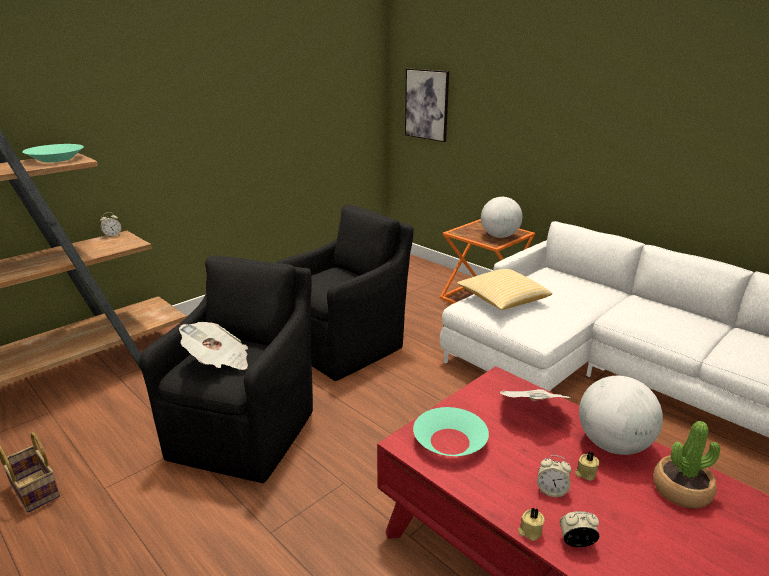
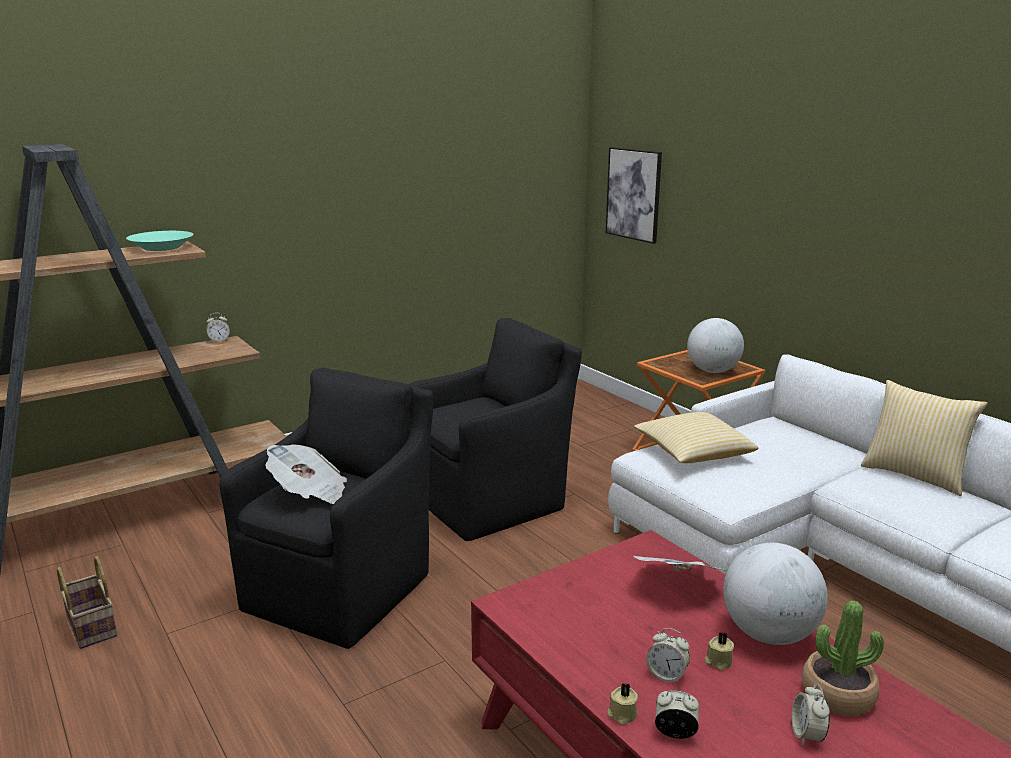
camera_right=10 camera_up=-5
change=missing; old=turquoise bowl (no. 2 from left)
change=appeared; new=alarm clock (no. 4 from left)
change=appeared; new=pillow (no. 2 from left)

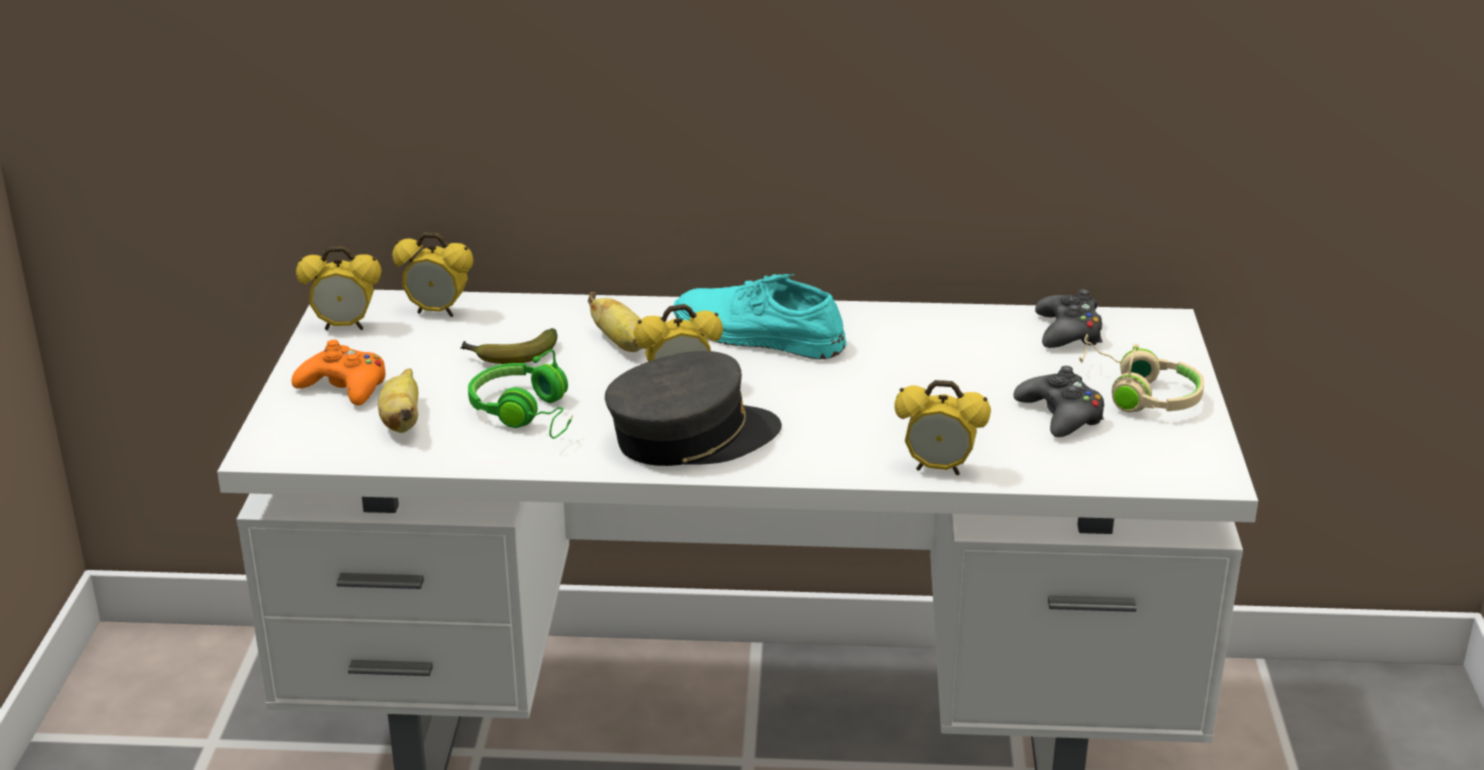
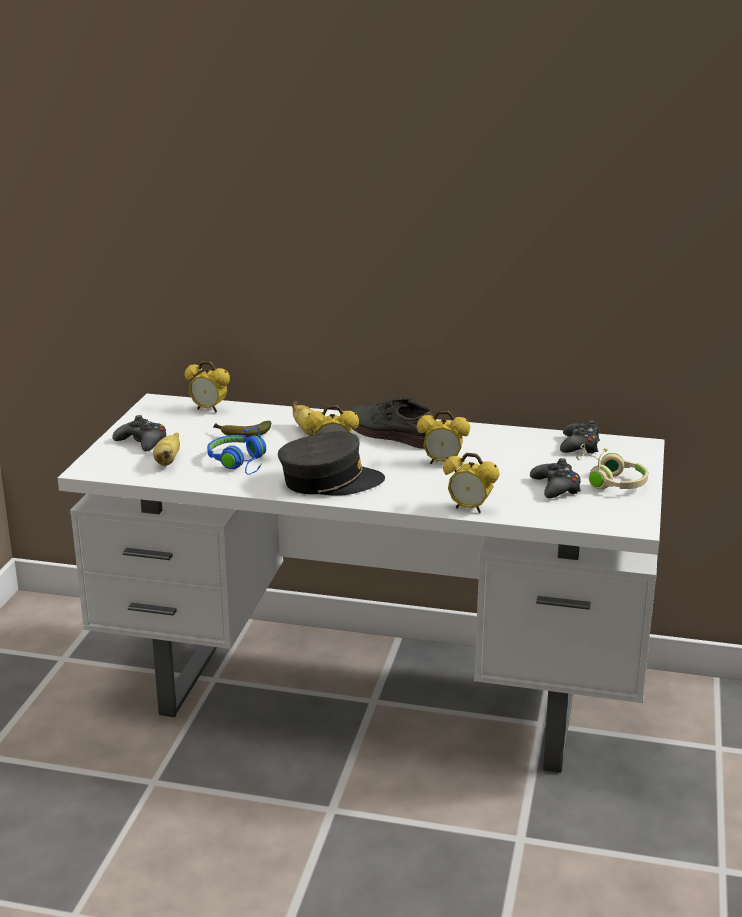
camera_right=10 camera_up=-5
change=colour; old=orange game controller; new=black game controller (no. 1 from left)
change=relocated; old=alarm clock (no. 1 from left in the first image); new=alarm clock (no. 3 from left)
change=colour; old=green headphones; new=blue headphones
change=colour; old=turquoise shoe; new=grey shoe

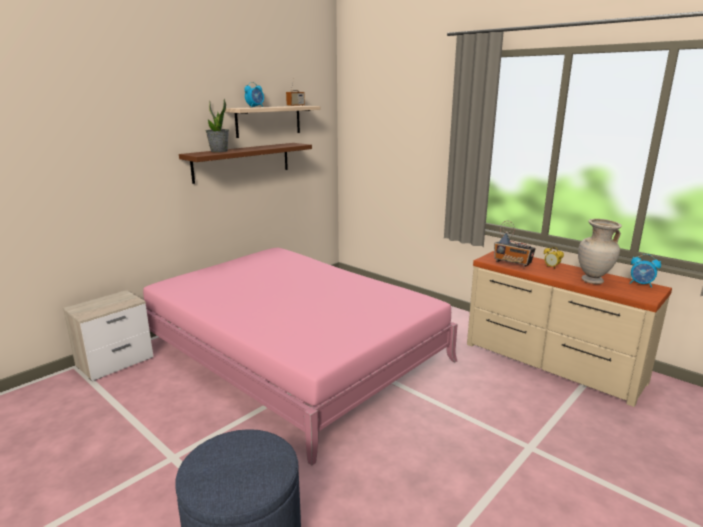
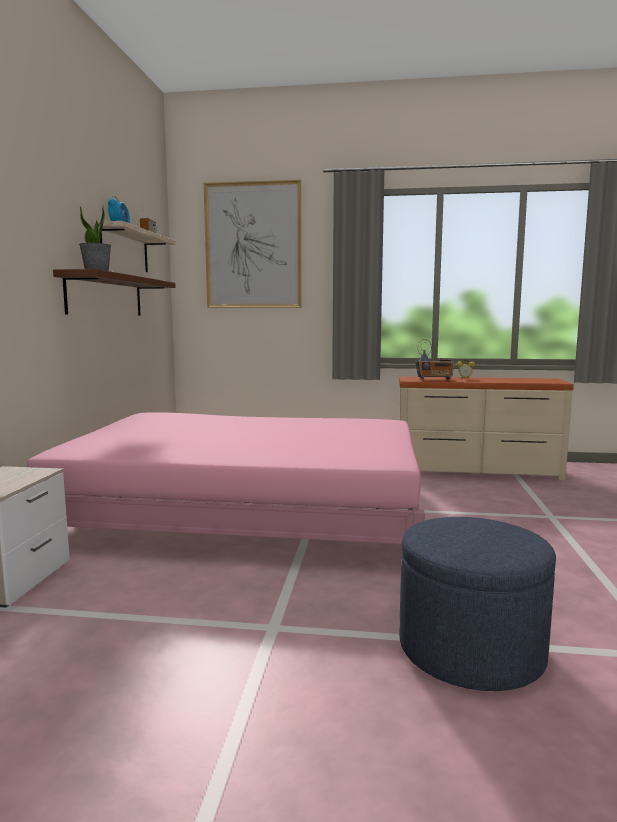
camera_right=-35 camera_up=-10
change=missing; old=beige vase
change=missing; old=alarm clock (no. 3 from left)
change=appeared; new=picture

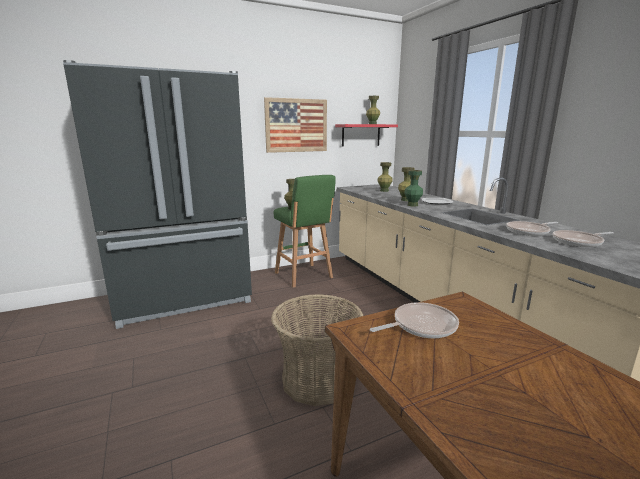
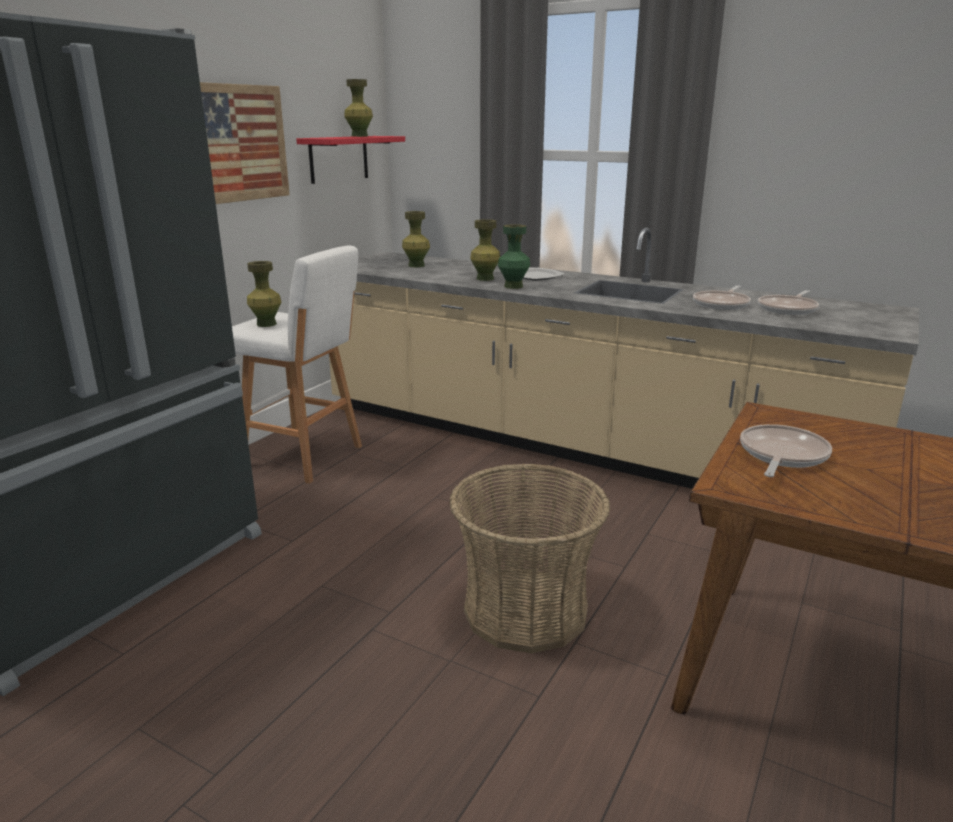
camera_right=-35 camera_up=5
change=colour; old=green stool; new=white stool

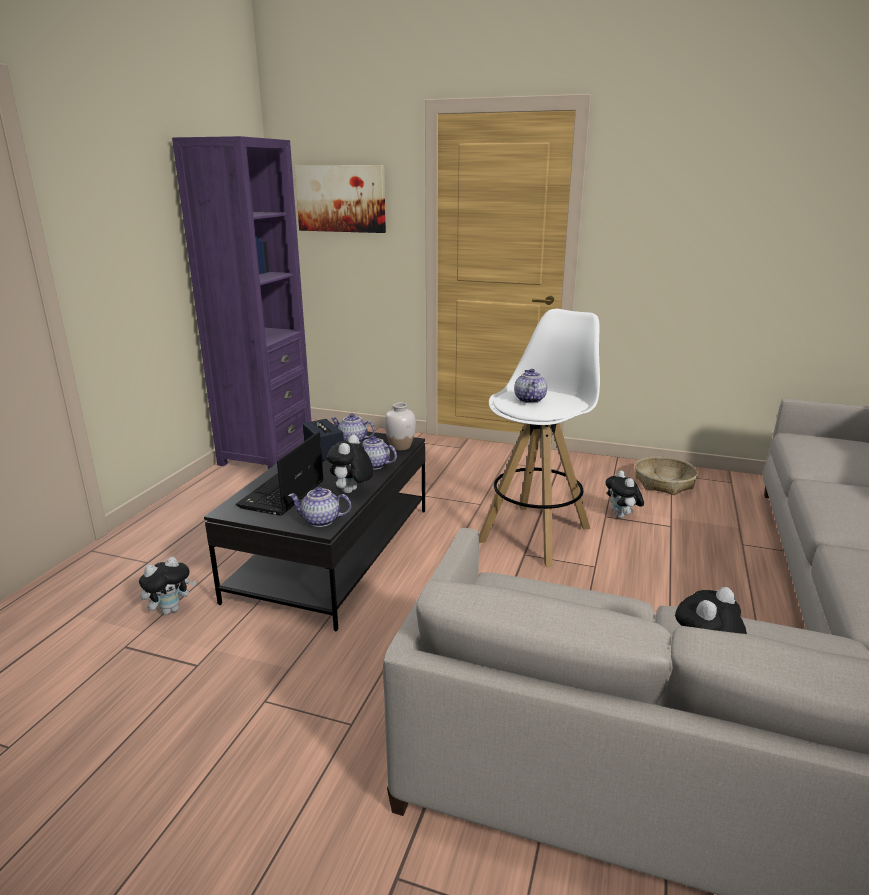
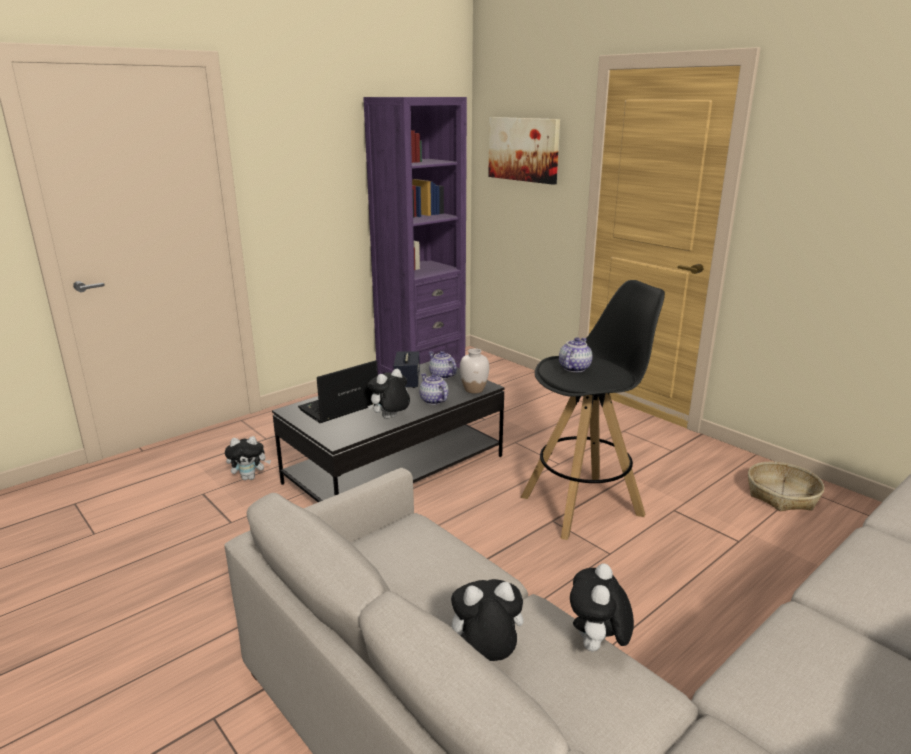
camera_right=30 camera_up=0
change=missing; old=teapot (no. 1 from left)
change=colour; old=white stool; new=black stool
change=relocated; old=plush toy (no. 3 from left in the first image); new=plush toy (no. 4 from left)

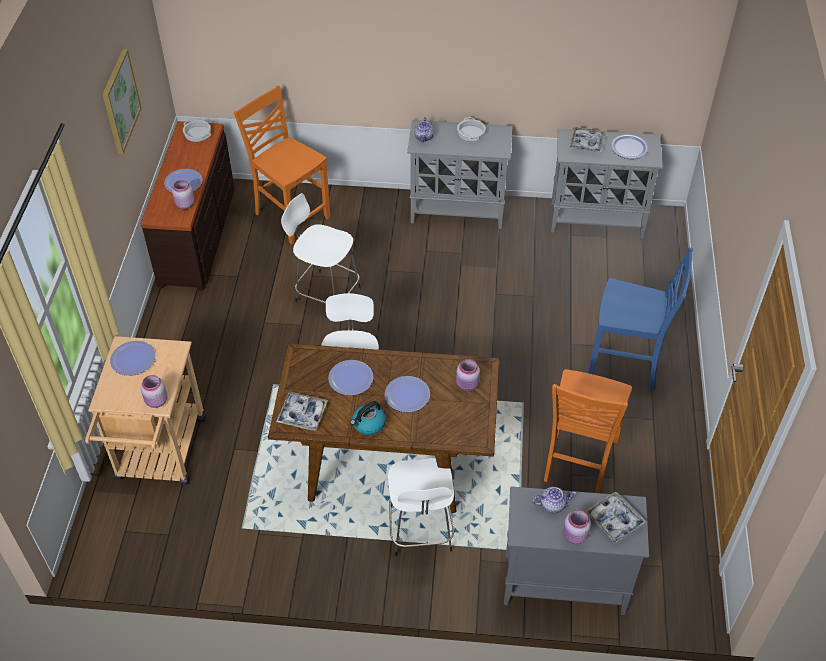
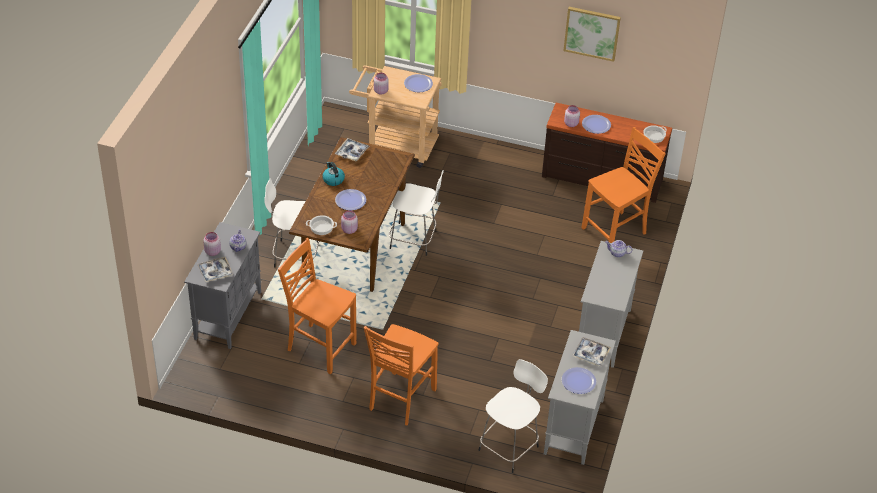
camera_right=100 camera_up=-5
change=relocated; old=white stool (no. 1 from left in the first image); new=white stool (no. 3 from left)
change=missing; old=plate (no. 3 from left)
change=relocated; old=cooking pot (no. 2 from left in the first image); new=cooking pot (no. 1 from left)
change=colour; old=blue chair; new=orange chair (no. 2 from left)

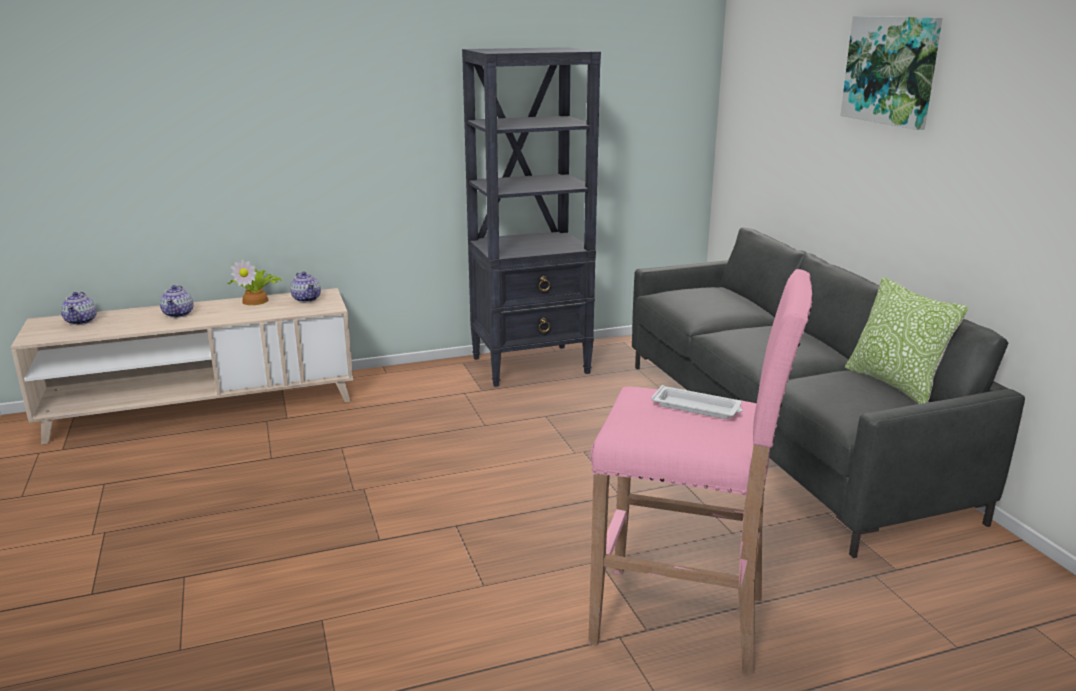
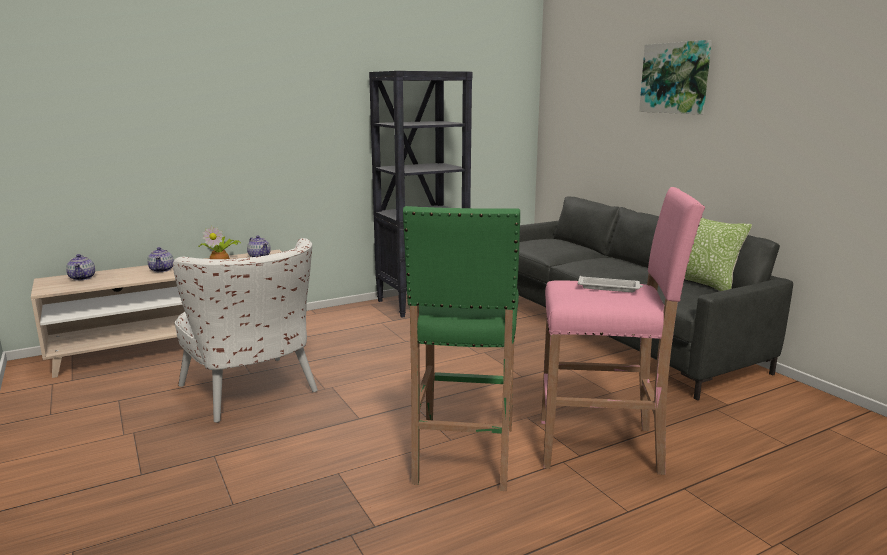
camera_right=-10 camera_up=-5
change=appeared; new=white armchair
change=appeared; new=green stool

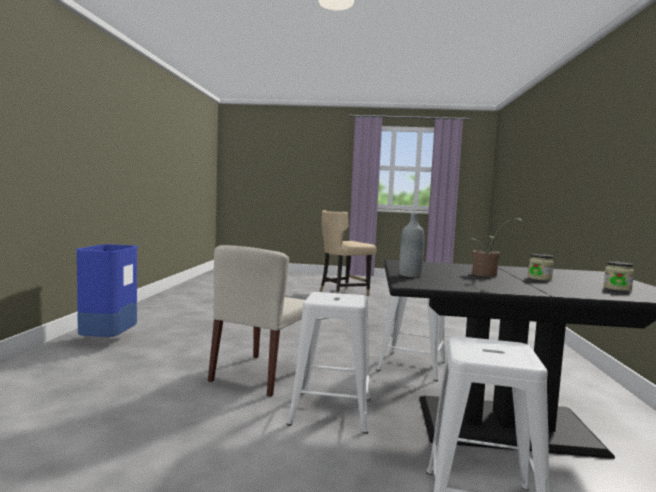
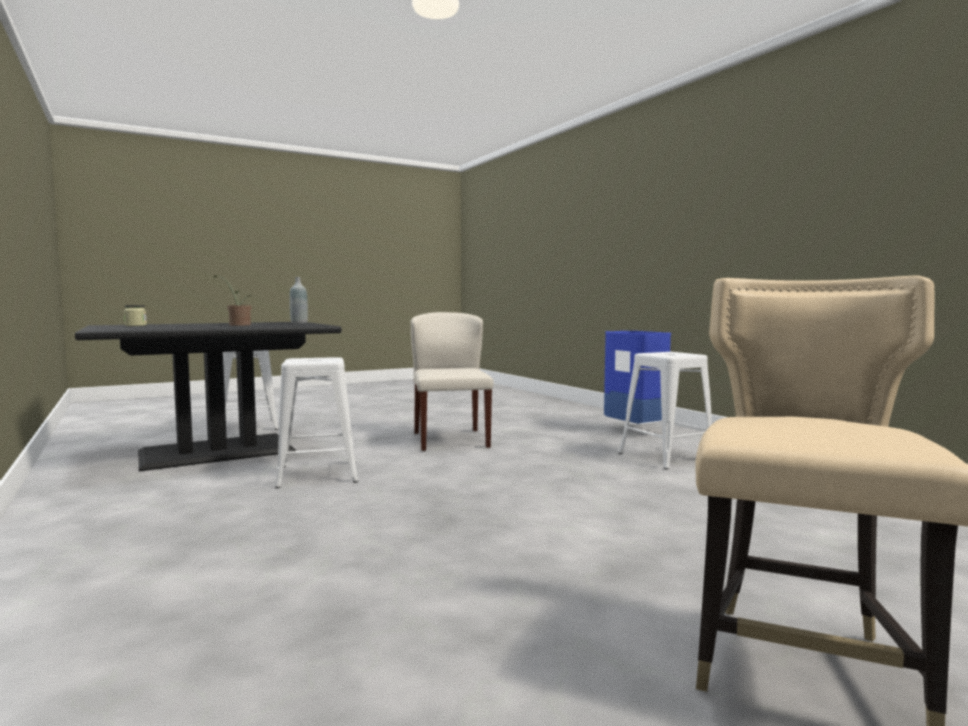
camera_right=145 camera_up=0
change=relocated; old=white stool (no. 1 from left in the first image); new=white stool (no. 3 from left)
change=missing; old=jar (no. 1 from left)

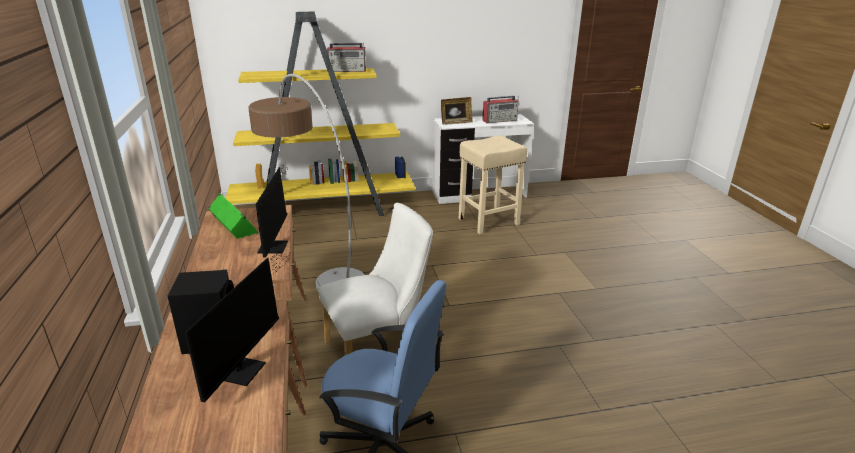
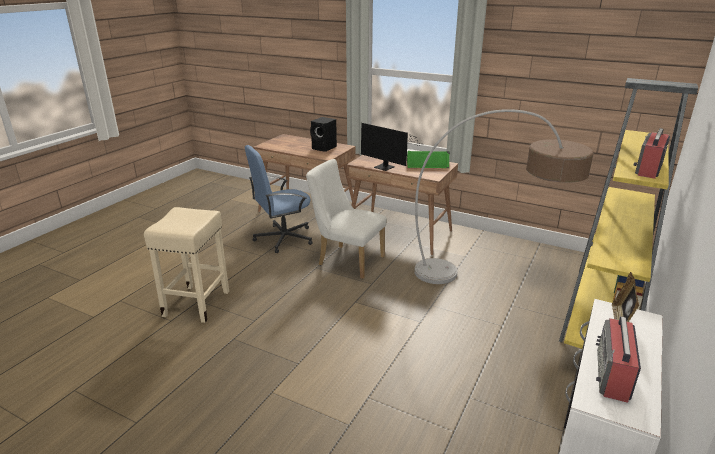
camera_right=130 camera_up=0
change=missing; old=monitor (no. 1 from left)
change=spun; old=white chair; degrees=105
change=relocated; old=beige stool

